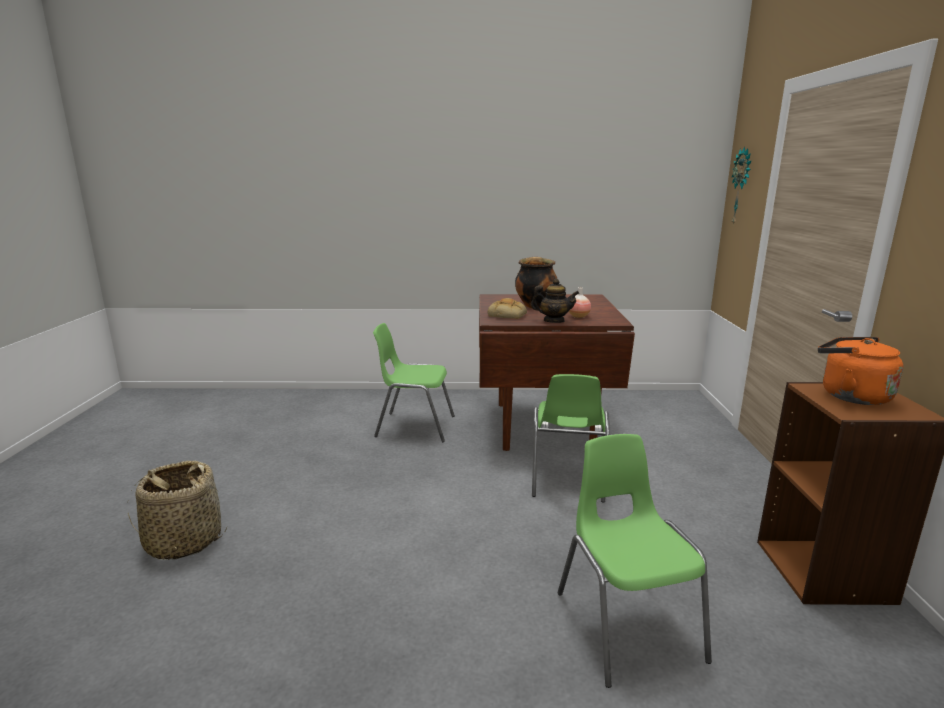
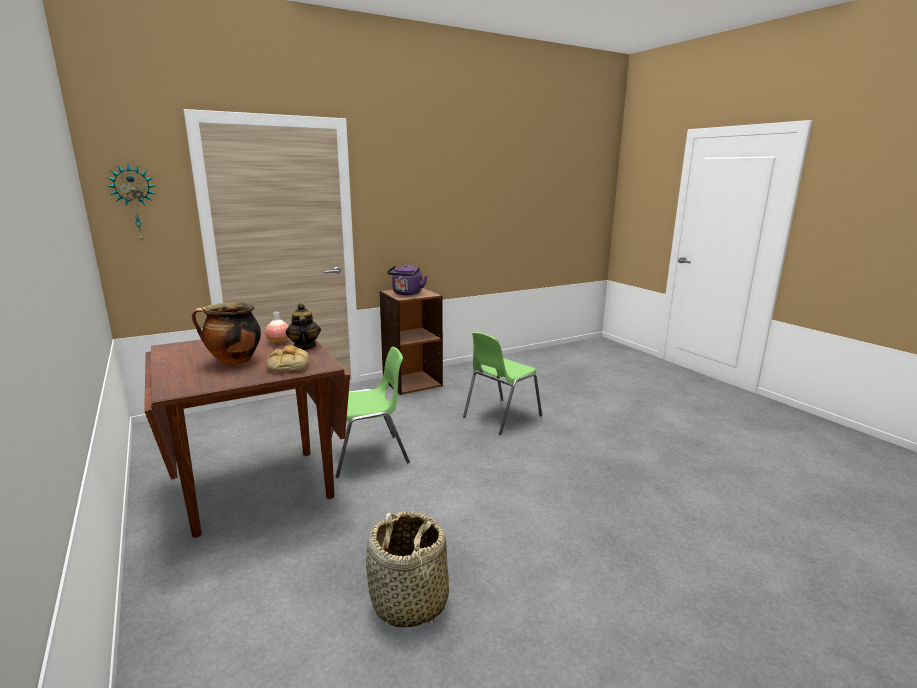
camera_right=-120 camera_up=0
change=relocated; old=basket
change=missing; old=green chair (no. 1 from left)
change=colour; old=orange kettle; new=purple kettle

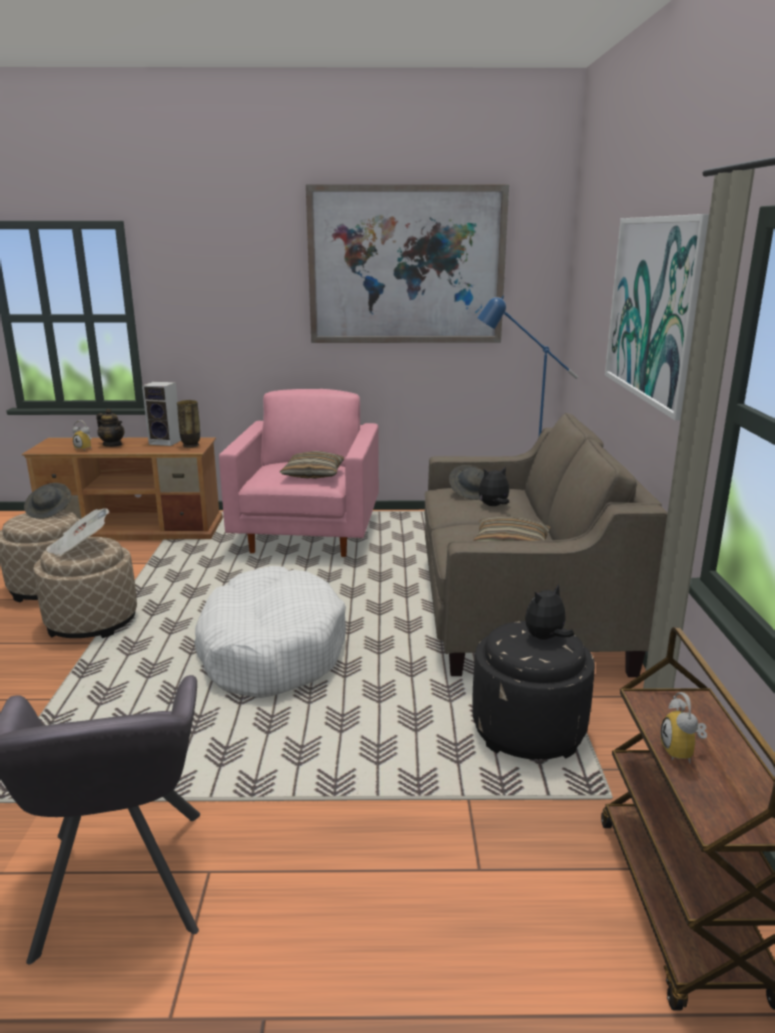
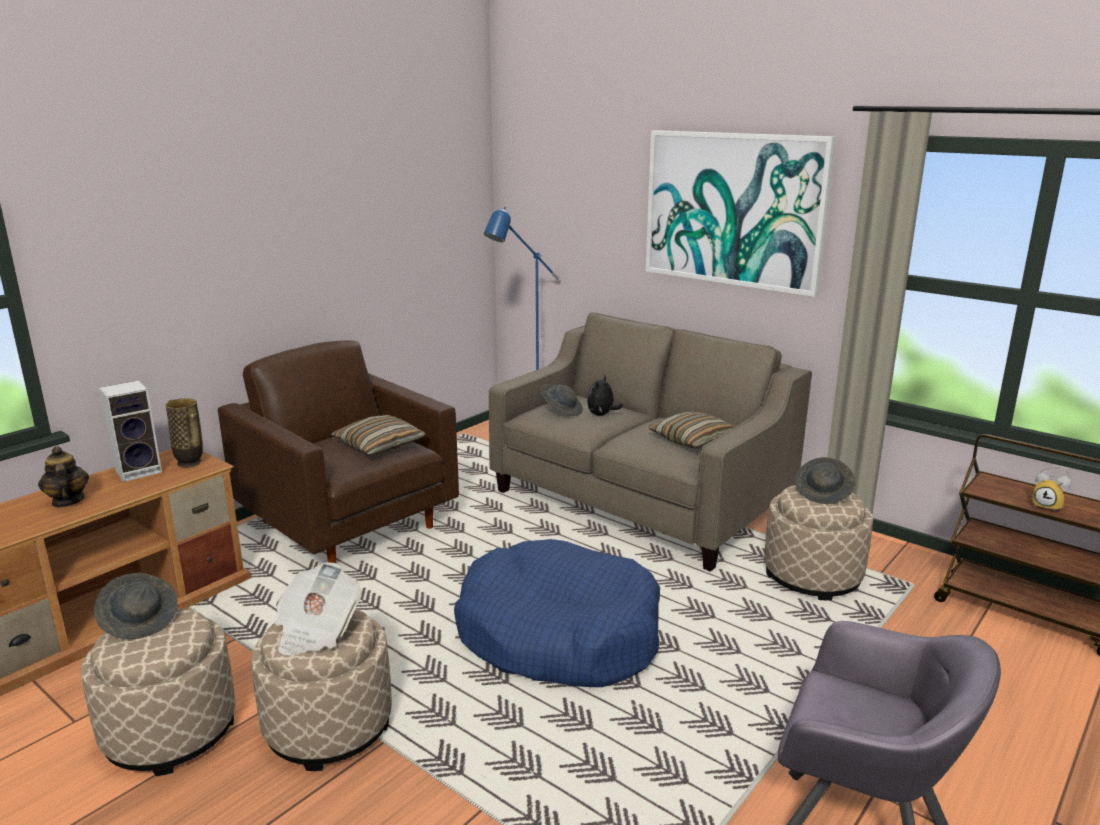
camera_right=-50 camera_up=0
change=missing; old=alarm clock (no. 1 from left)
change=spun; old=teapot; degrees=-105
change=colour; old=white dog bed; new=blue dog bed
change=colour; old=pink armchair; new=brown armchair
change=missing; old=picture (no. 1 from left)
change=colour; old=black ottoman; new=beige ottoman (no. 3 from left)
change=exchanged; old=plush toy (no. 2 from left); new=grey hat (no. 3 from left)

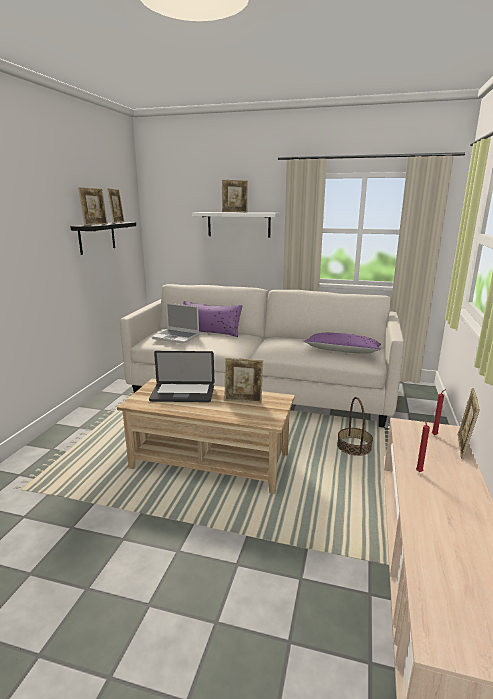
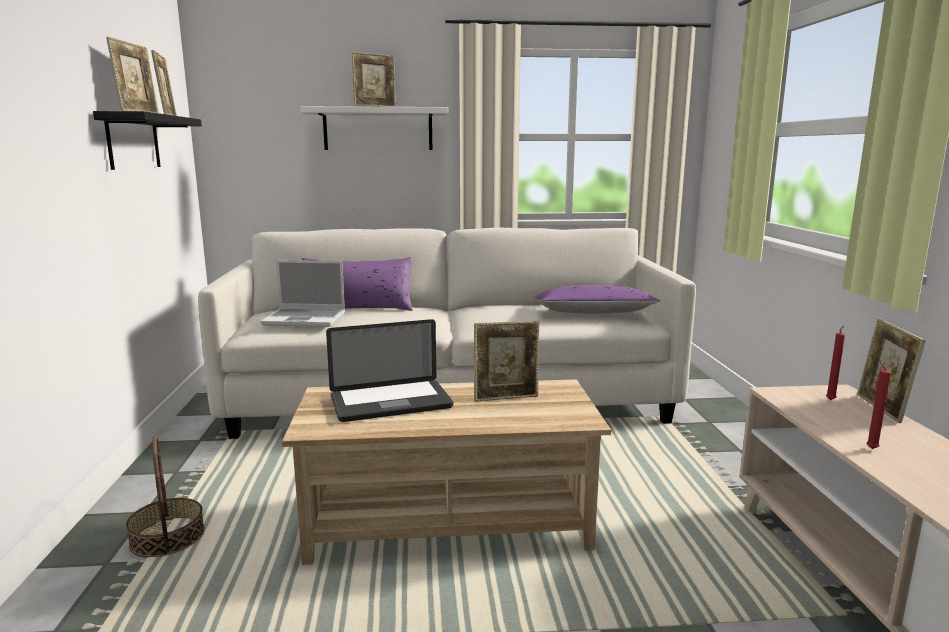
camera_right=-20 camera_up=-5
change=relocated; old=basket

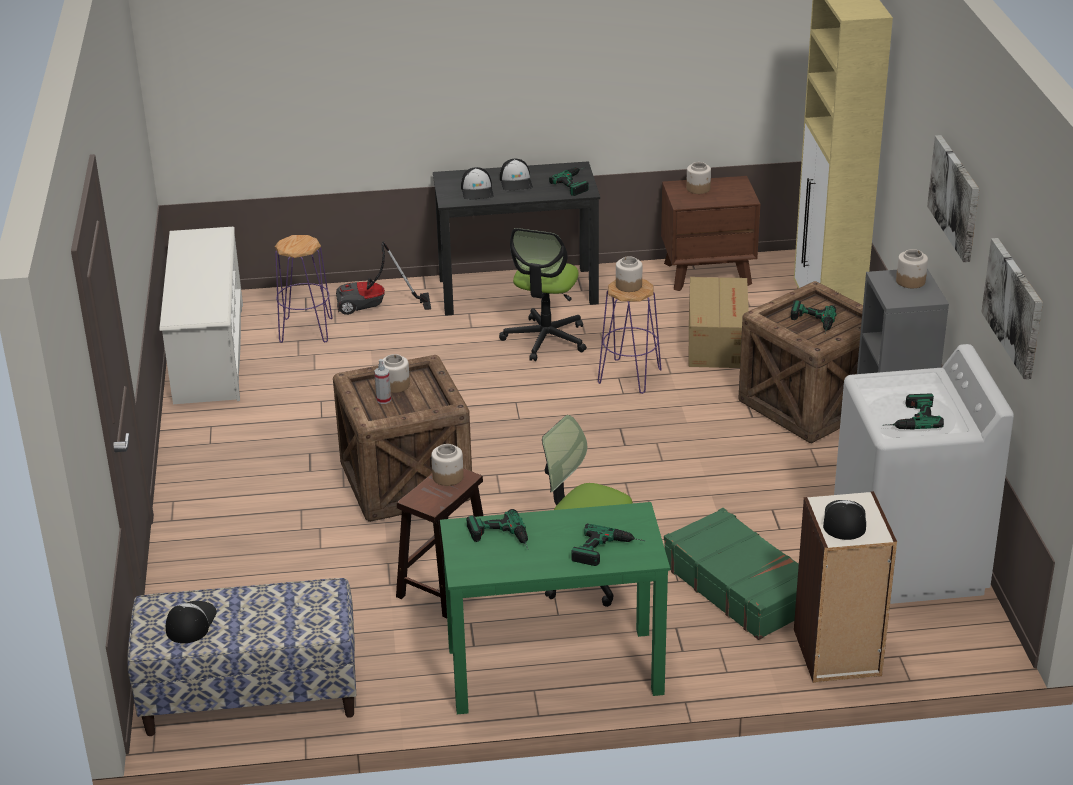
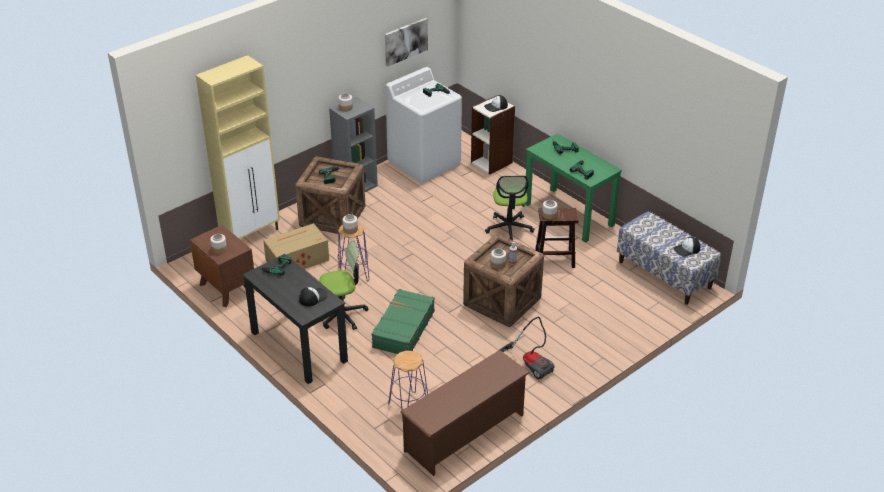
camera_right=-125 camera_up=5
change=colour; old=white shoe rack; new=brown shoe rack
change=relocated; old=vacuum cleaner
change=missing; old=cap (no. 3 from left)
change=relocated; old=green suitcase
change=missing; old=picture (no. 1 from left)

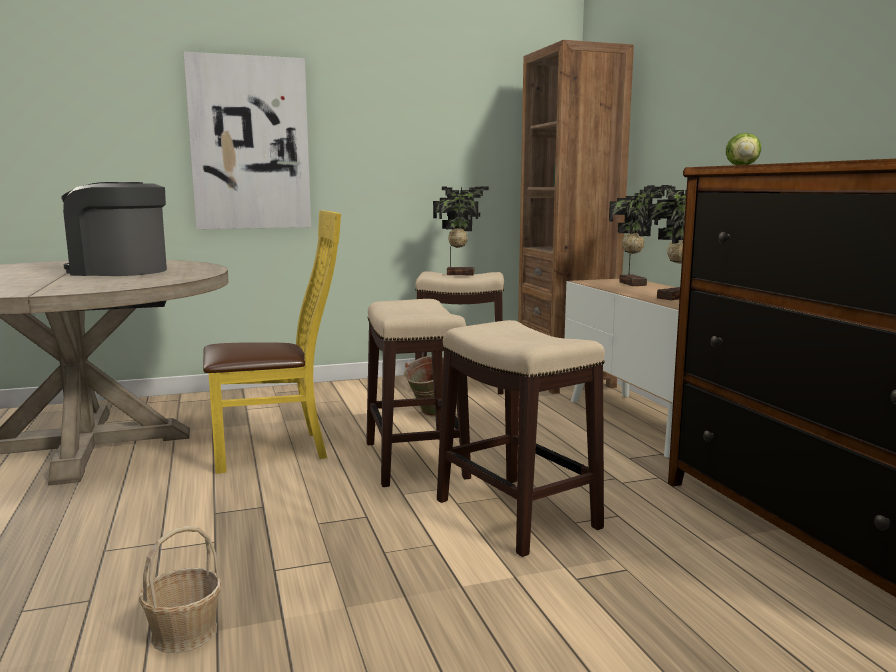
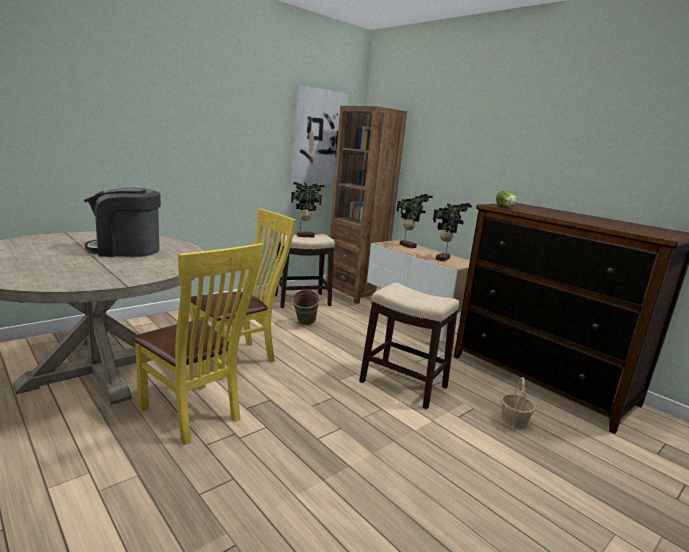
camera_right=-25 camera_up=5
change=relocated; old=basket
change=relocated; old=picture
change=missing; old=stool (no. 1 from left)
change=appeared; new=yellow chair (no. 1 from left)

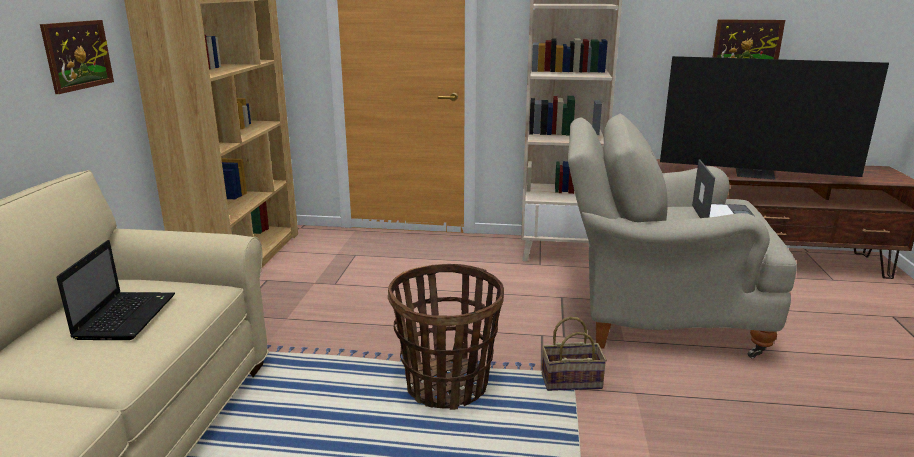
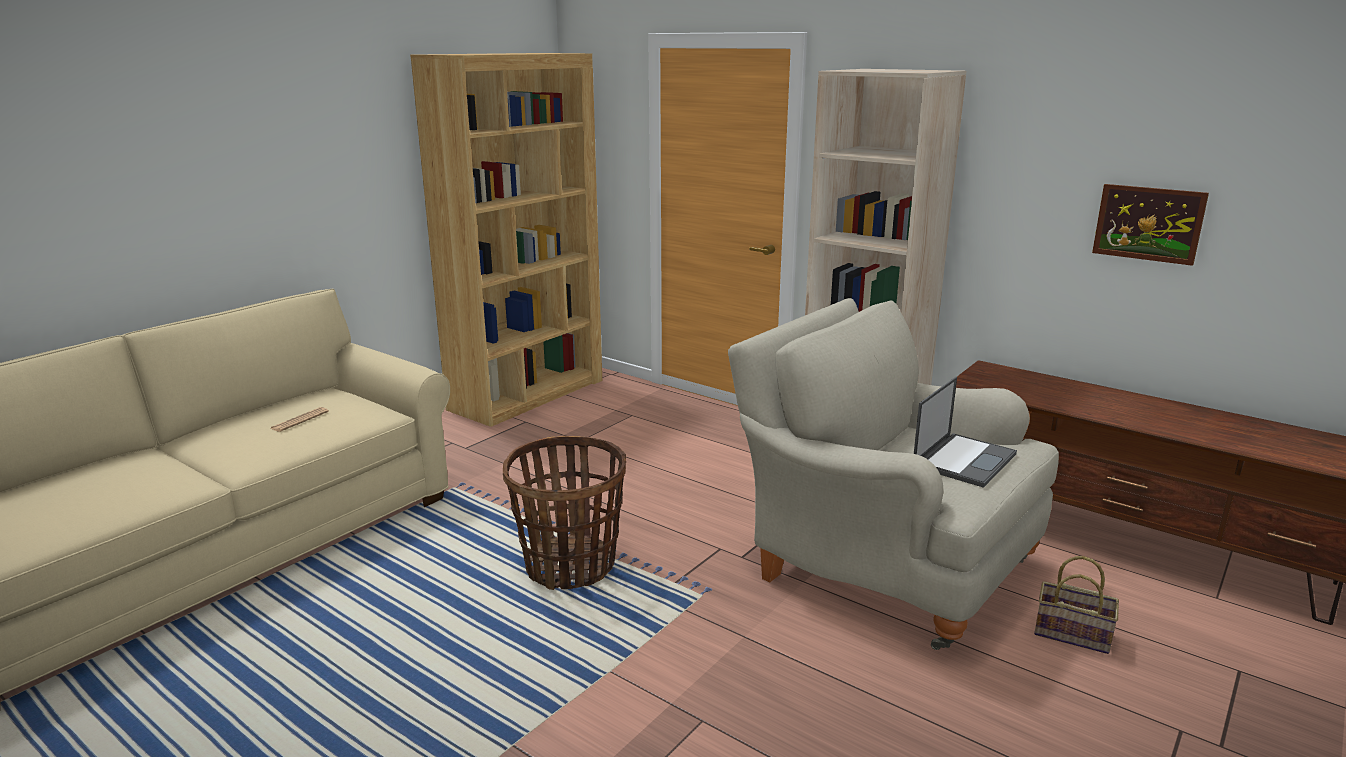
camera_right=30 camera_up=0
change=missing; old=picture (no. 1 from left)
change=exchanged; old=laptop (no. 1 from left); new=newspaper
change=relocated; old=basket (no. 2 from left)
change=missing; old=television

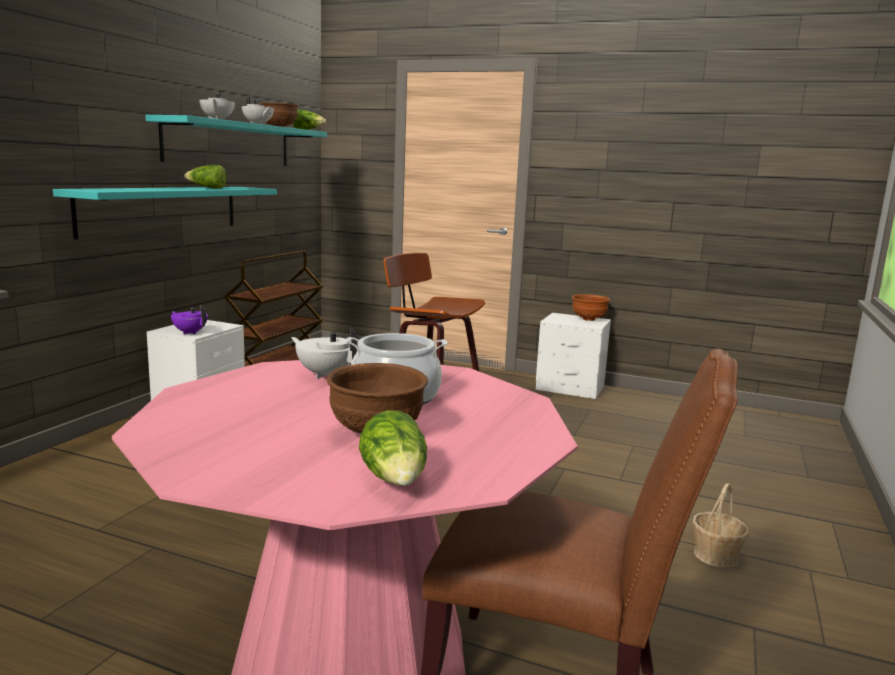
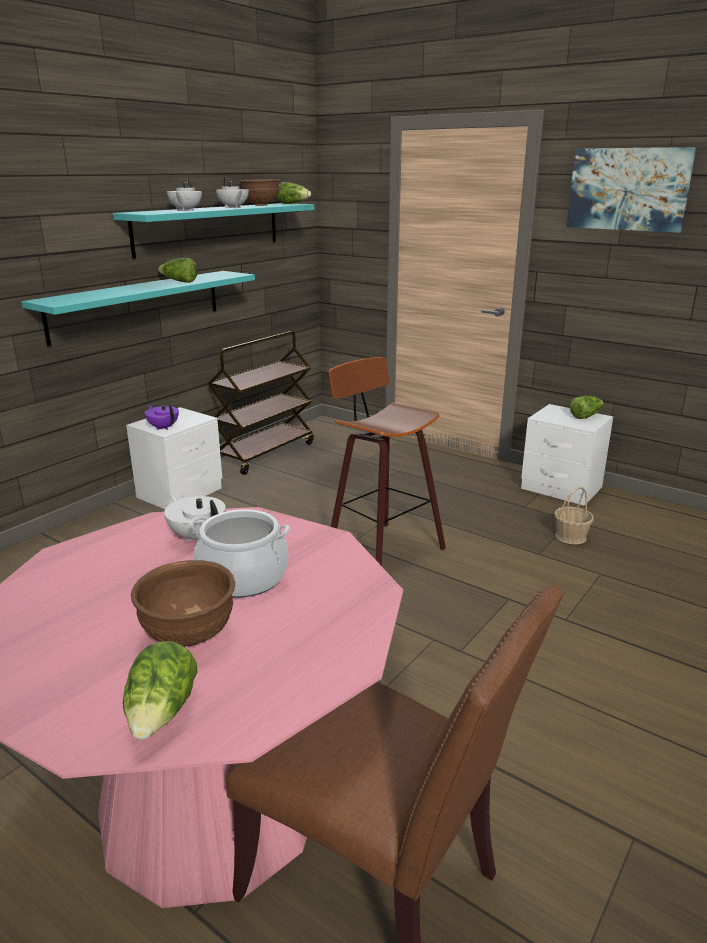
camera_right=15 camera_up=10
change=exchanged; old=brown bowl (no. 3 from left); new=lettuce (no. 4 from left)
change=relocated; old=basket
change=appeared; new=picture

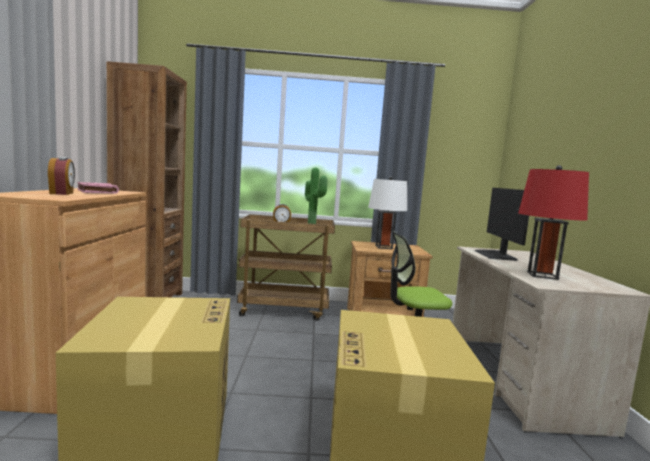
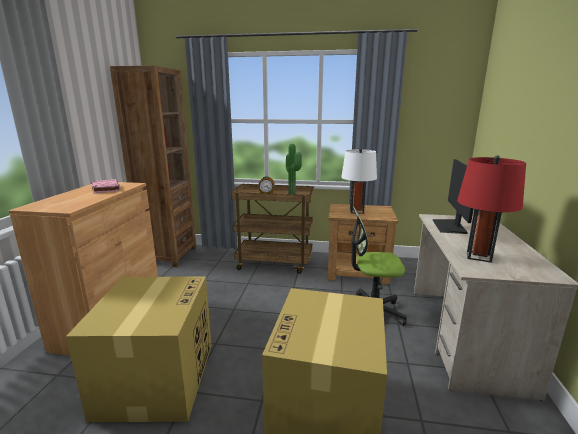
camera_right=10 camera_up=10
change=missing; old=alarm clock (no. 1 from left)

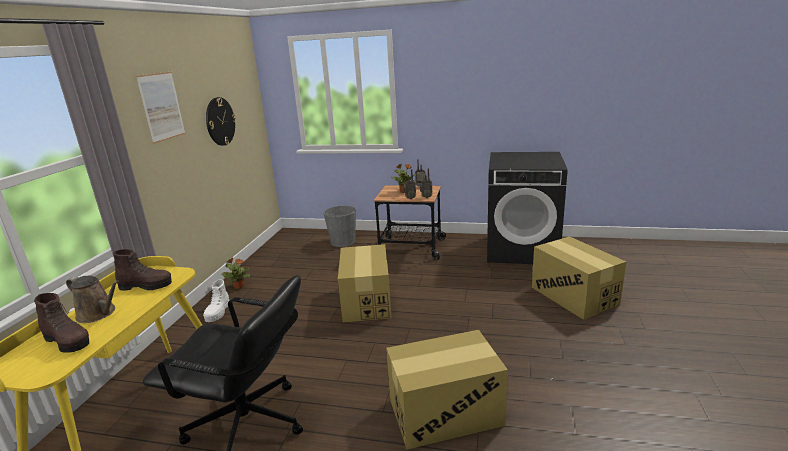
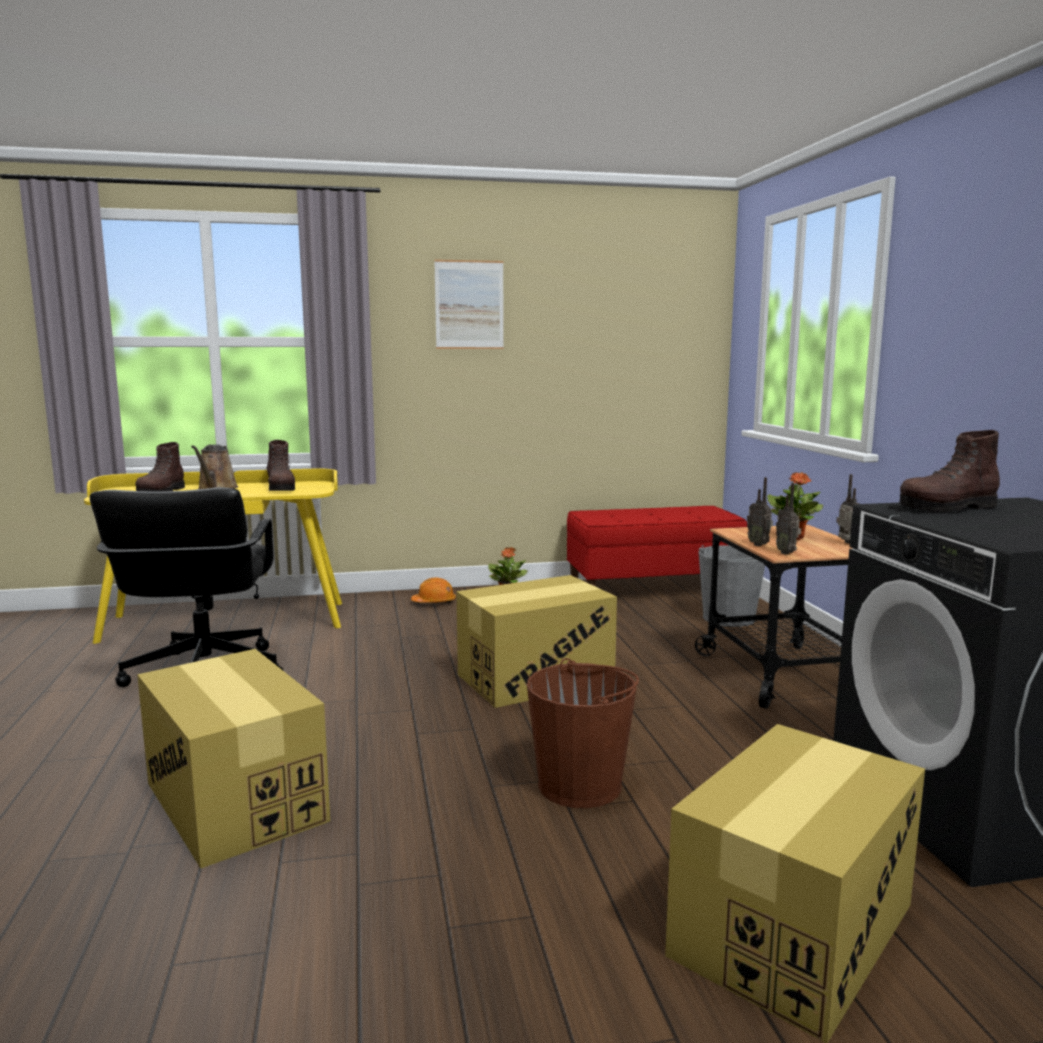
camera_right=65 camera_up=-10
change=exchanged; old=white boot; new=orange hard hat
change=missing; old=wall clock
change=appeared; new=brown bucket
change=appeared; new=red bench
change=appeared; new=brown boot (no. 3 from left)

